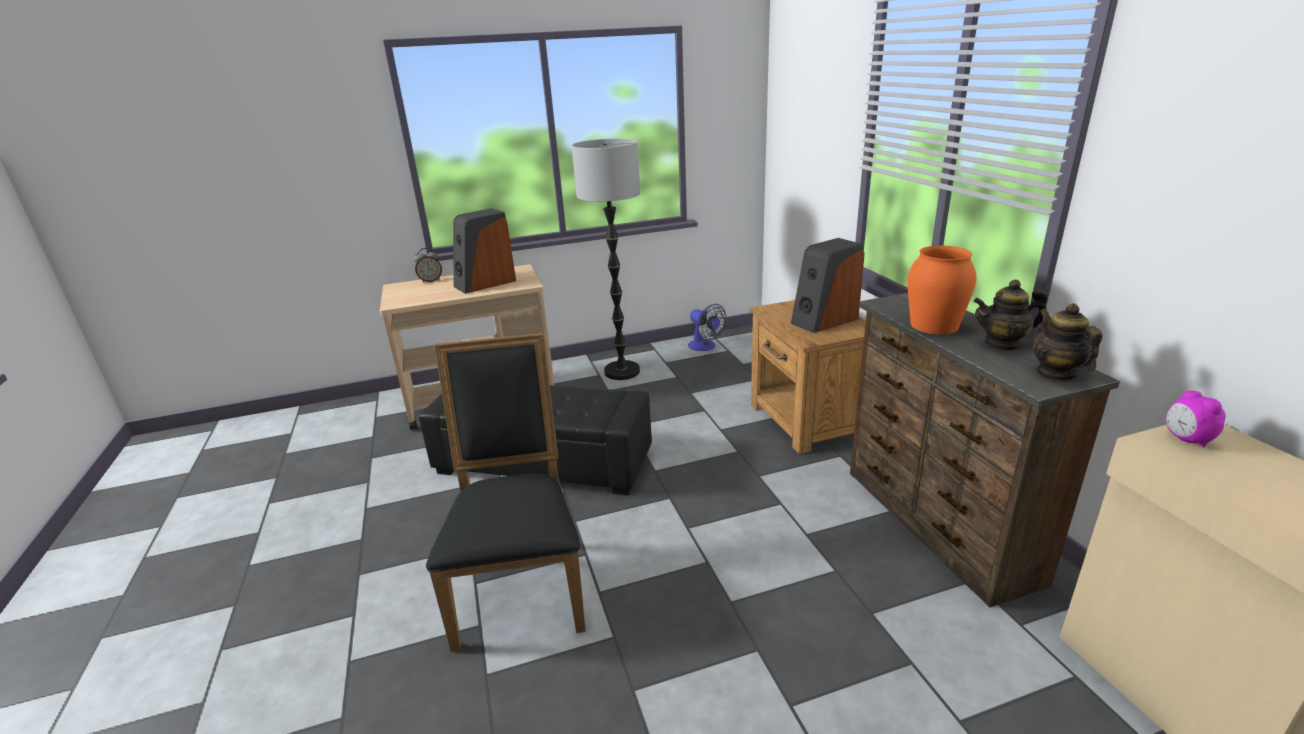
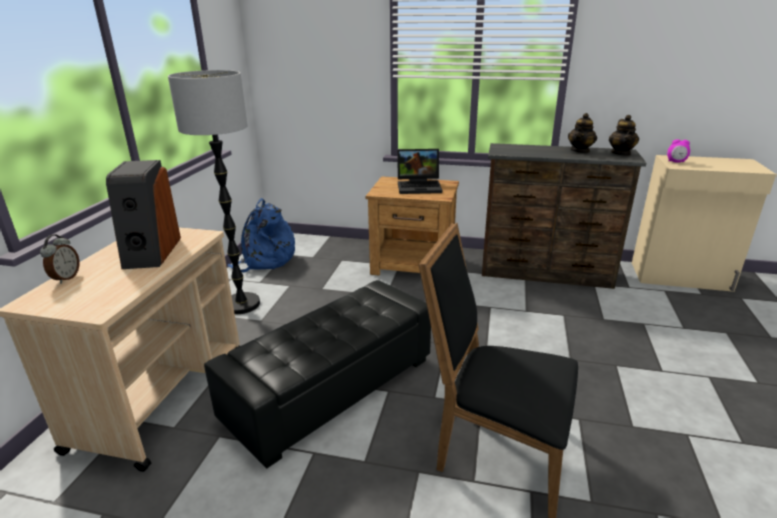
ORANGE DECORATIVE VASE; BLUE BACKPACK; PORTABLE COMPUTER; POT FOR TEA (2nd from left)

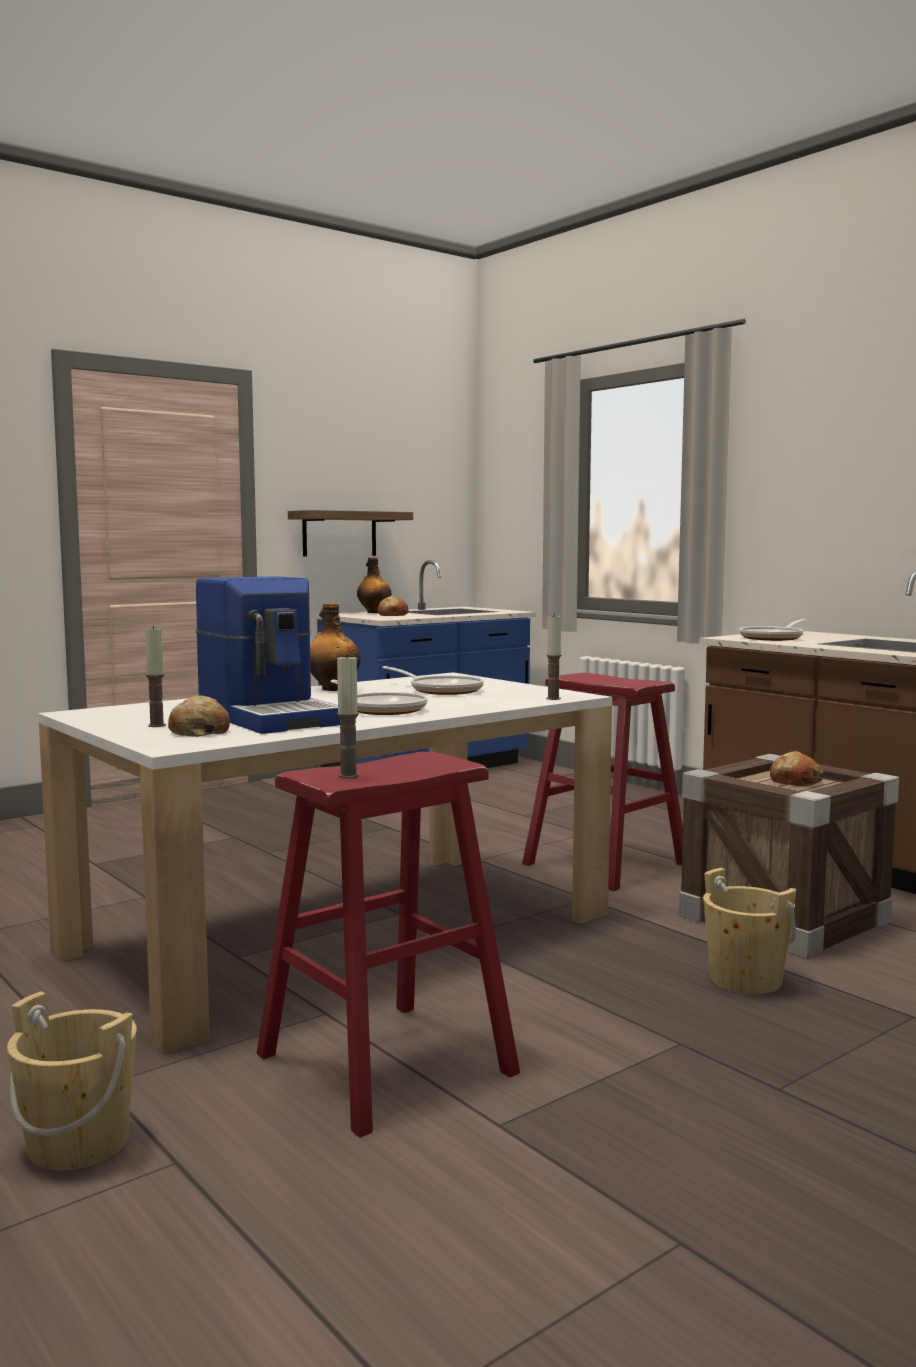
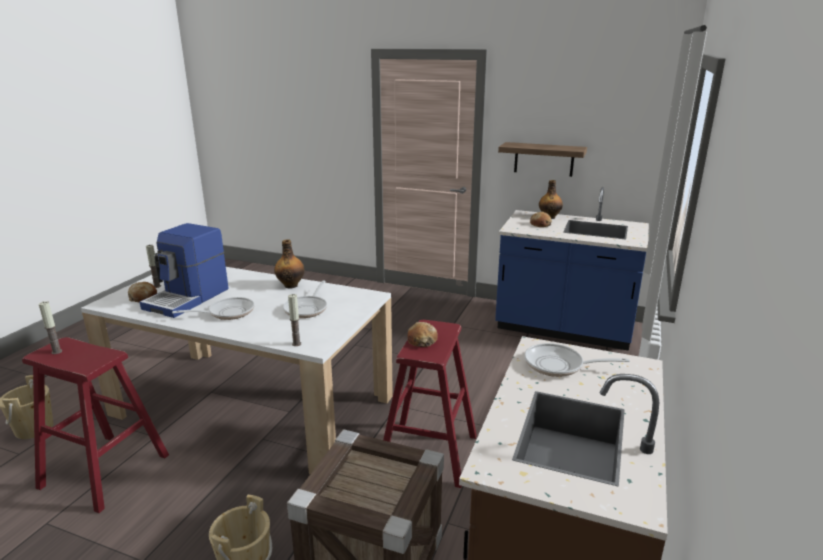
BAKED BREAD (2nd from left); PAN (1st from left)

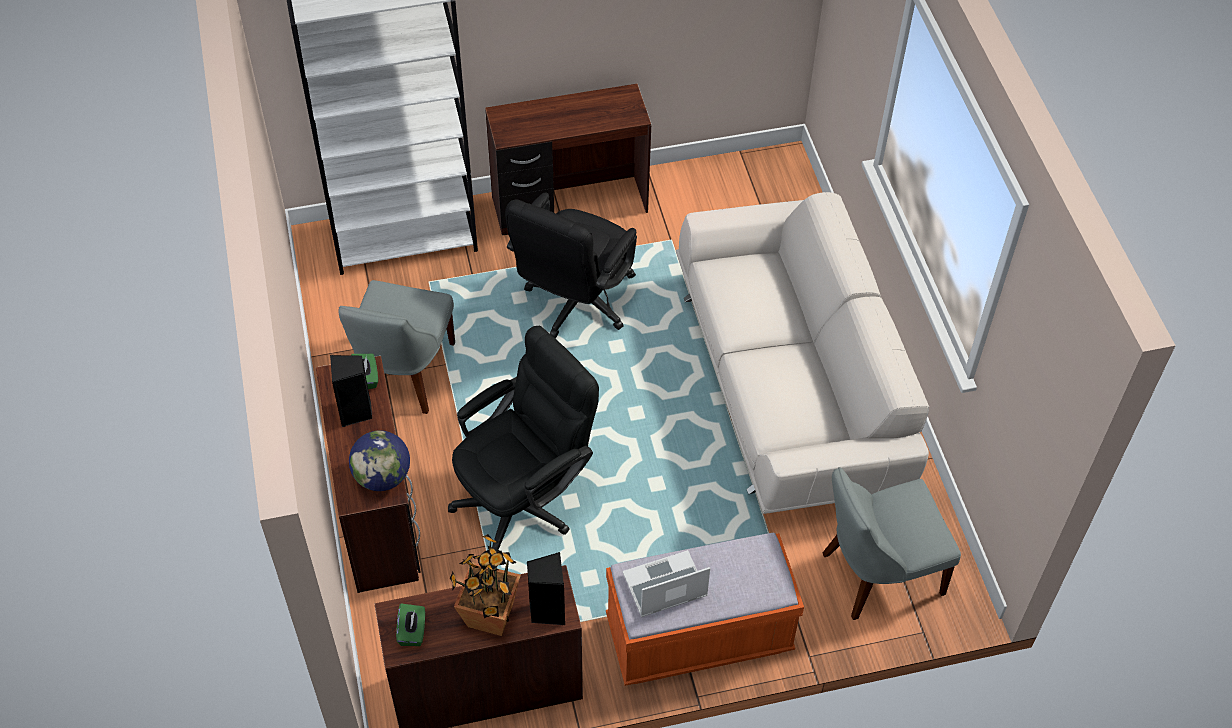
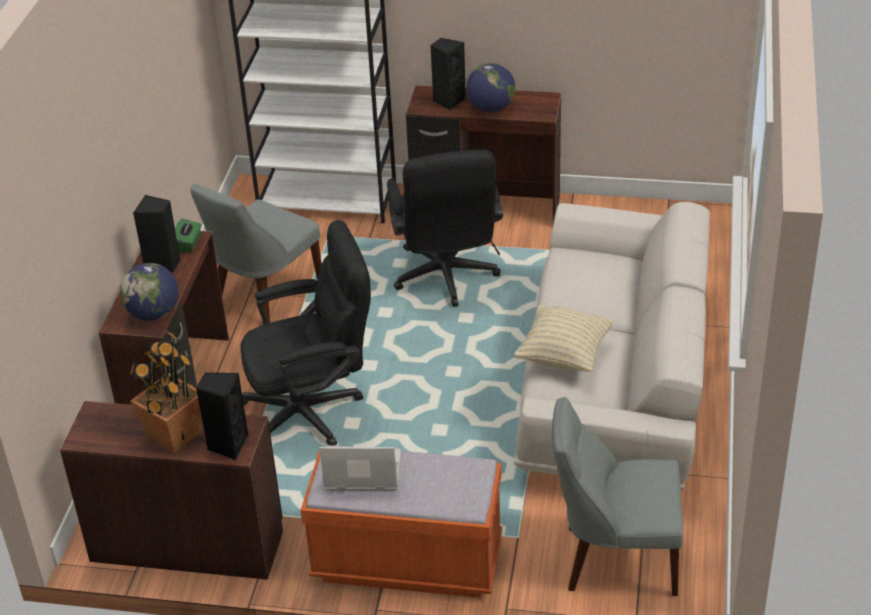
GREENISH TISSUE HOLDER (2nd from left in the first image); BLACK-COLOURED SPEAKER (3rd from left); WORLD GLOBE (2nd from left); BEIGE CUSHION; BLACK-COLOURED DESK CHAIR (2nd from left)

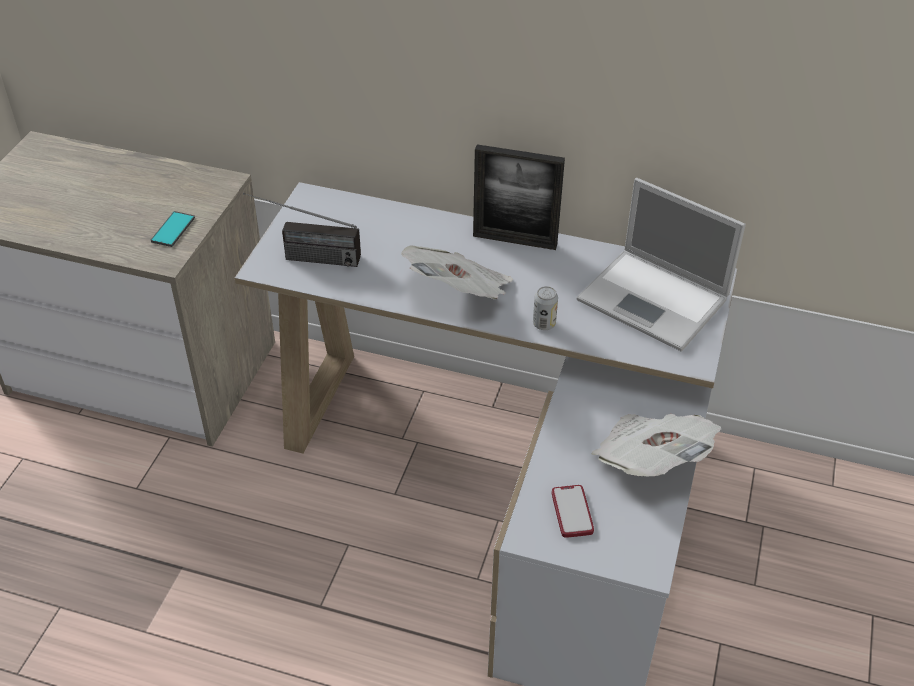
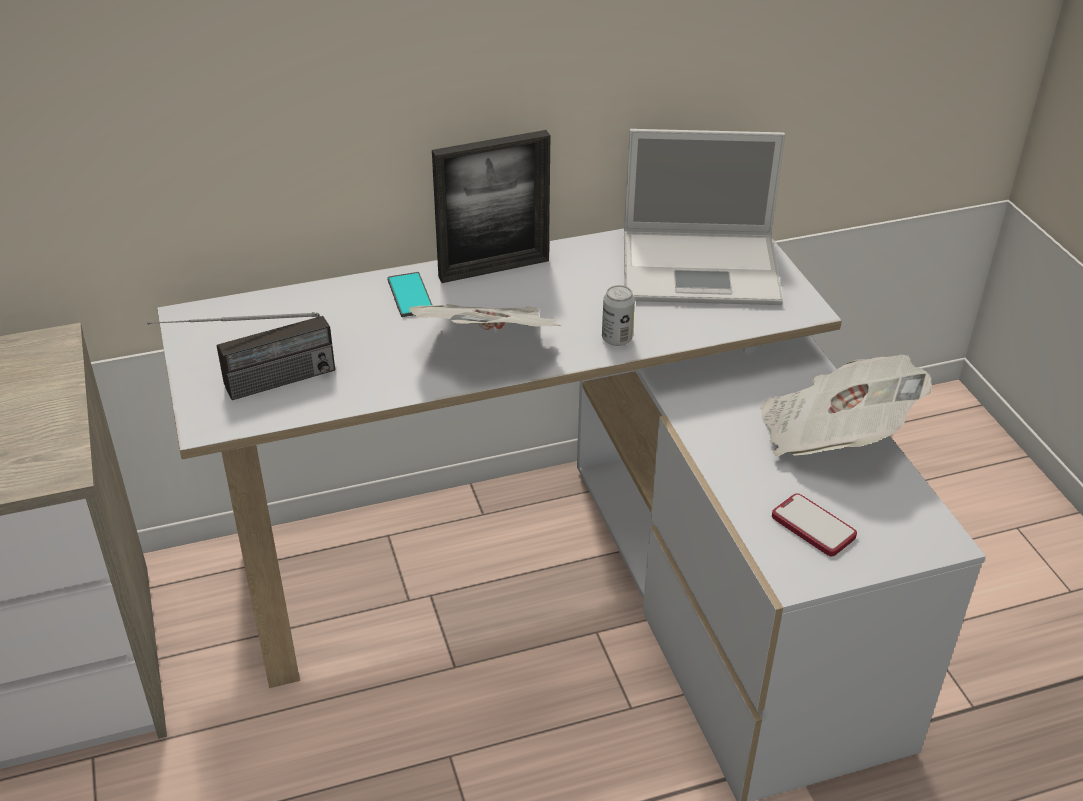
TELEPHONE (1st from left)

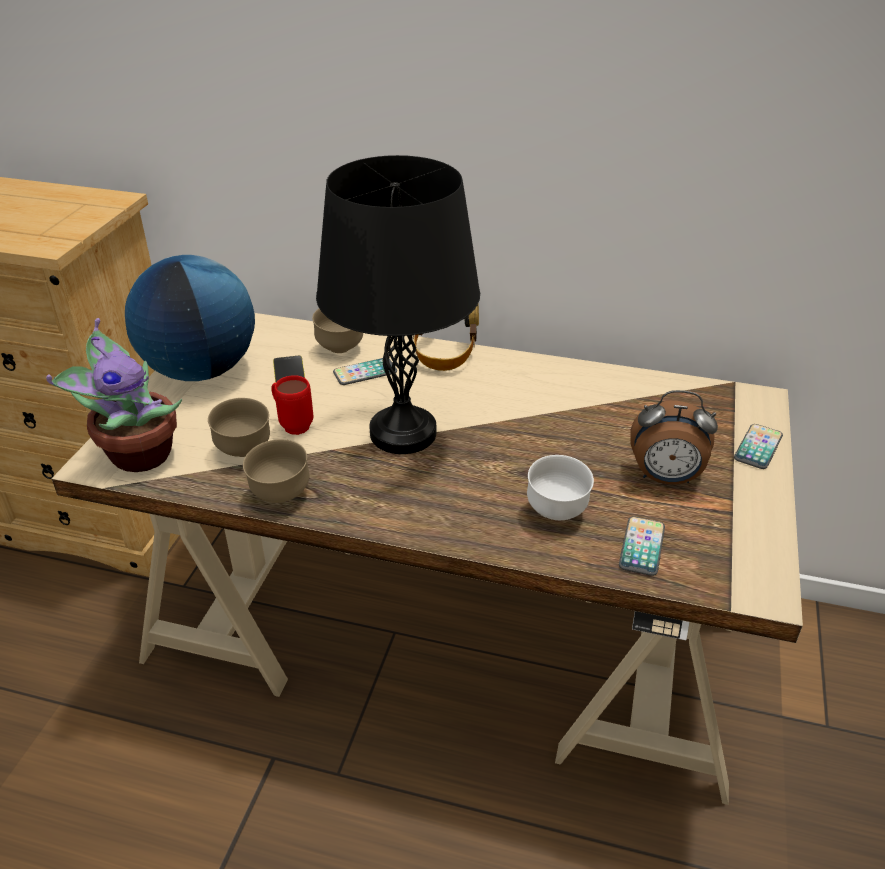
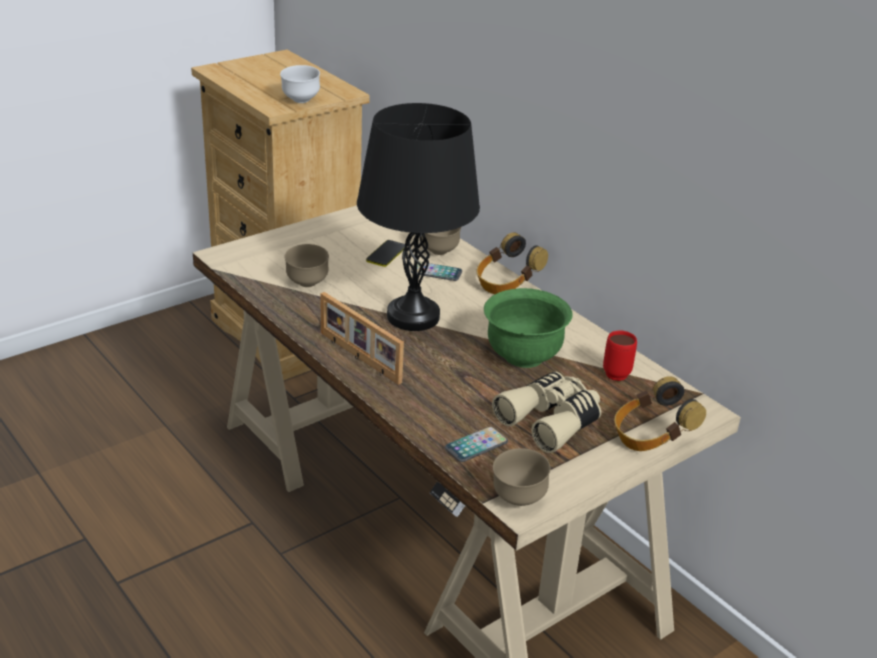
PLANT IN A POT; WORLD GLOBE; STANDING FRAME; GREENISH DEEP DISH; BROWN DEEP DISH (3rd from left); RED-COLOURED MUG; WHITE DEEP DISH; BEIGE PAIR OF BINOCULARS; HEADSET (2nd from left)

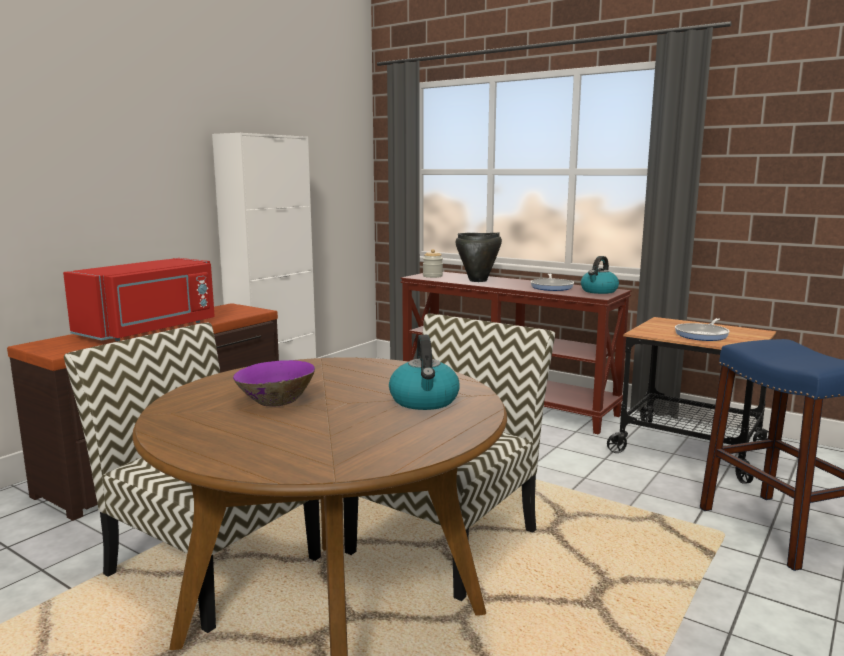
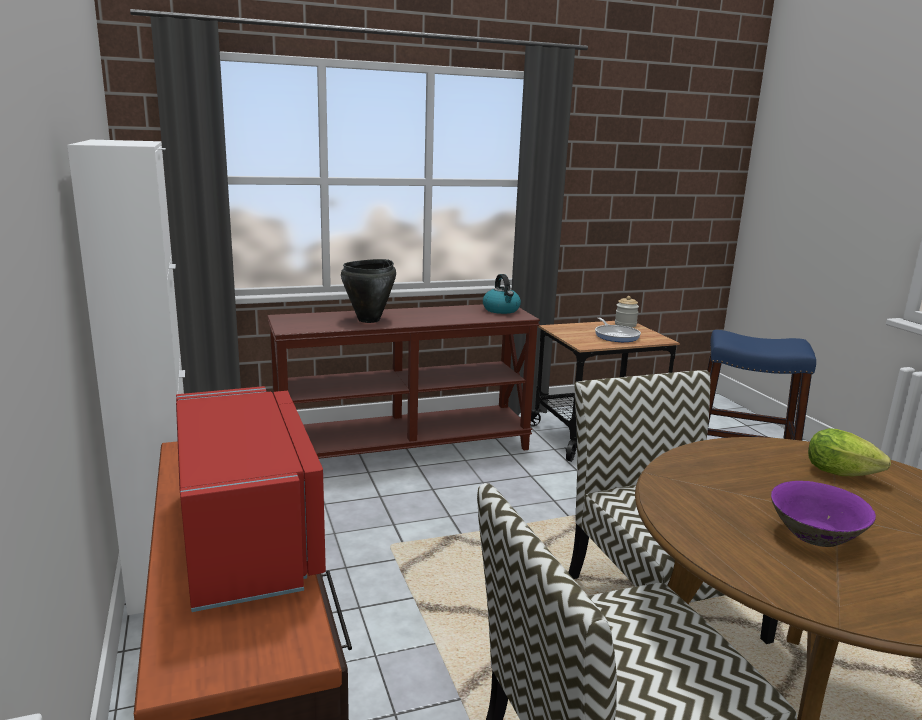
PAN (1st from left in the first image); JAR; LETTUCE HEAD

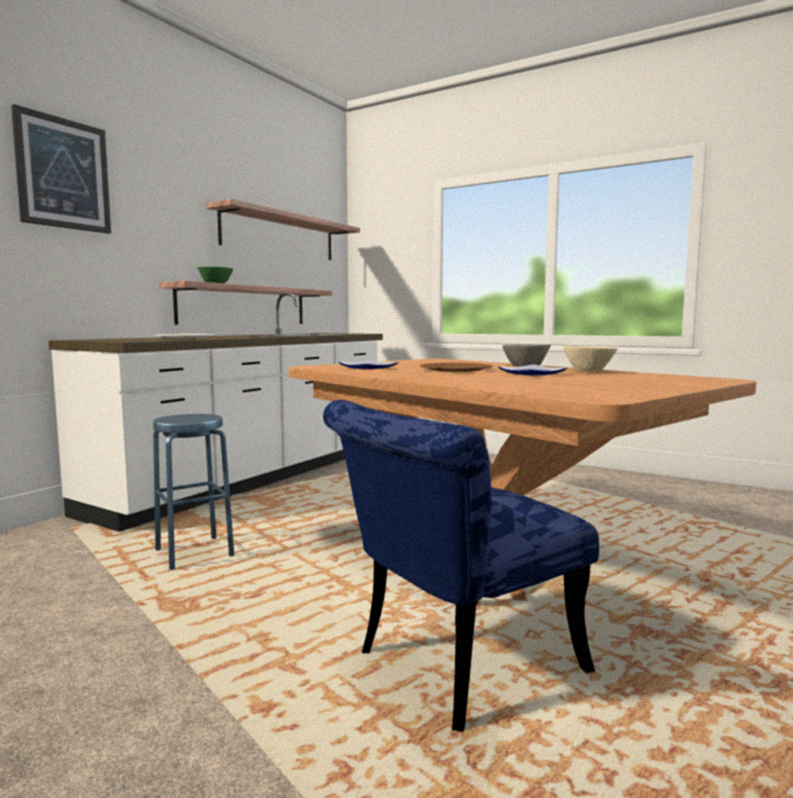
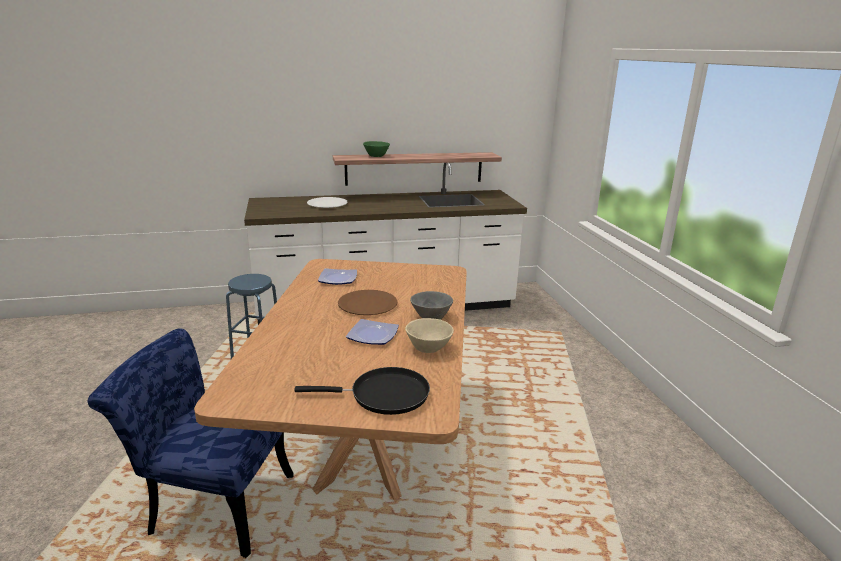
WALL ART; SHELF (2nd from left in the first image); BLACK-COLOURED PAN

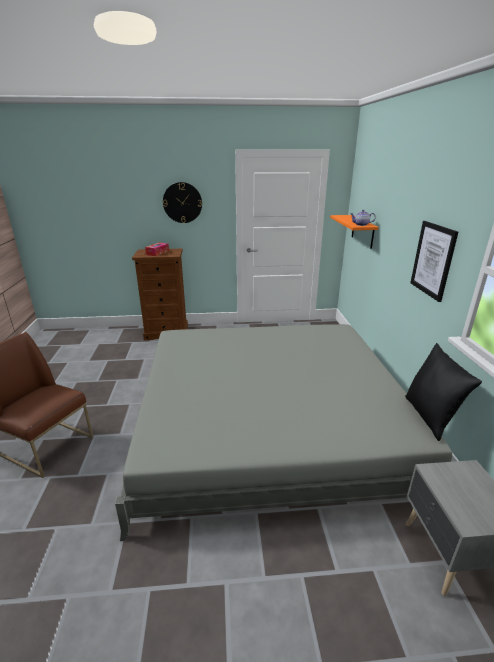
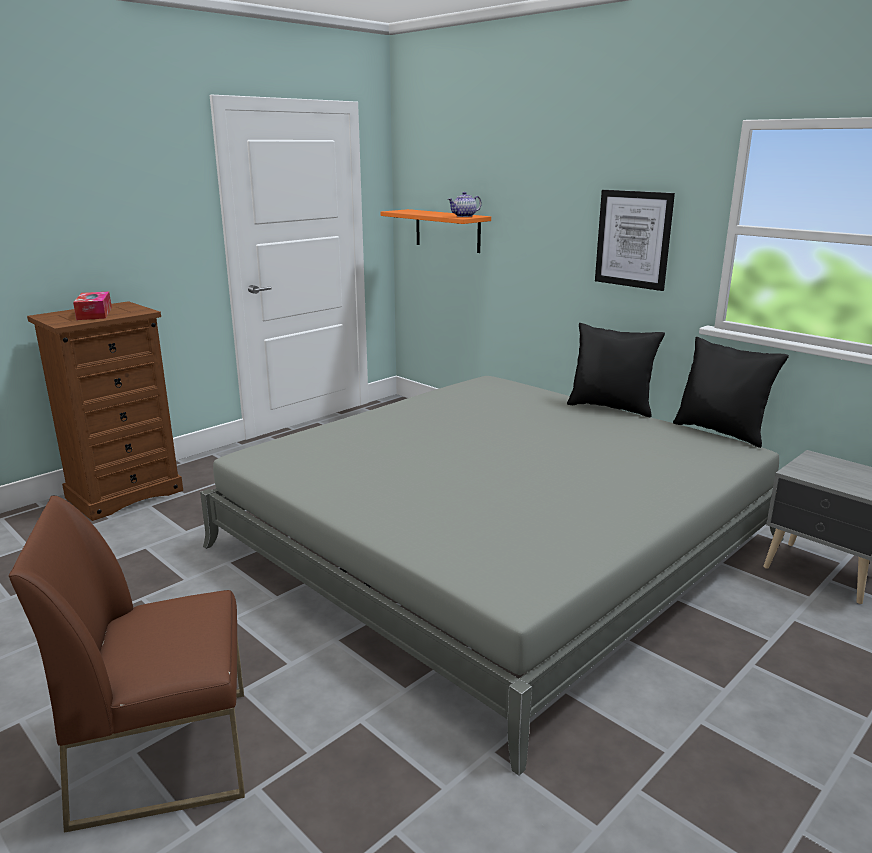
CLOCK ON THE WALL; BLACK-COLOURED CUSHION (1st from left)

